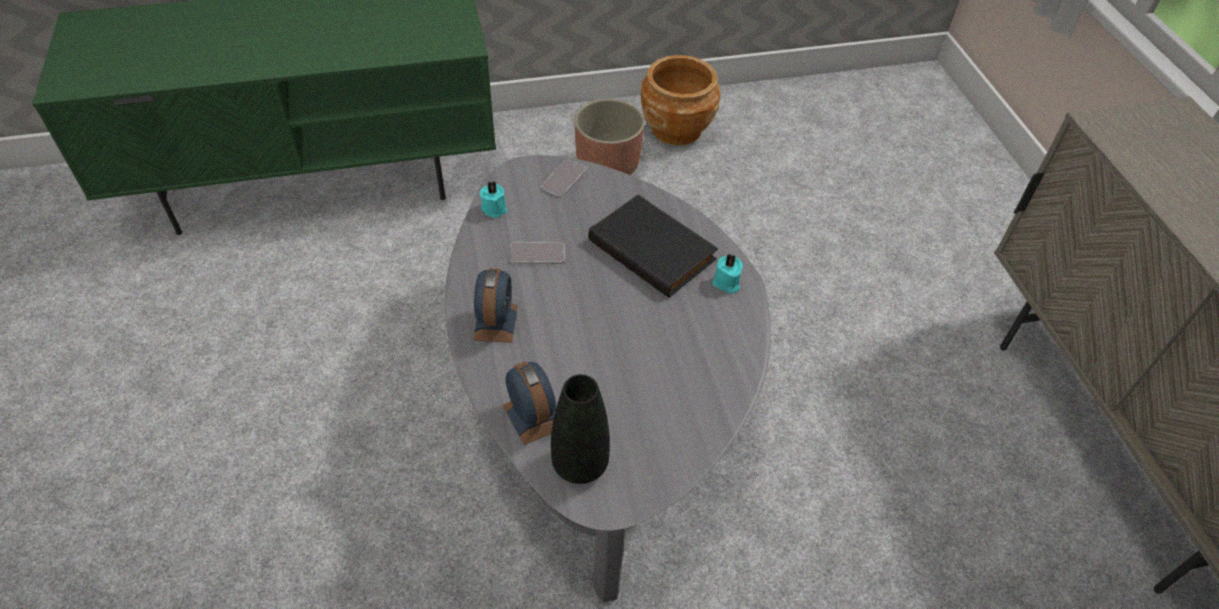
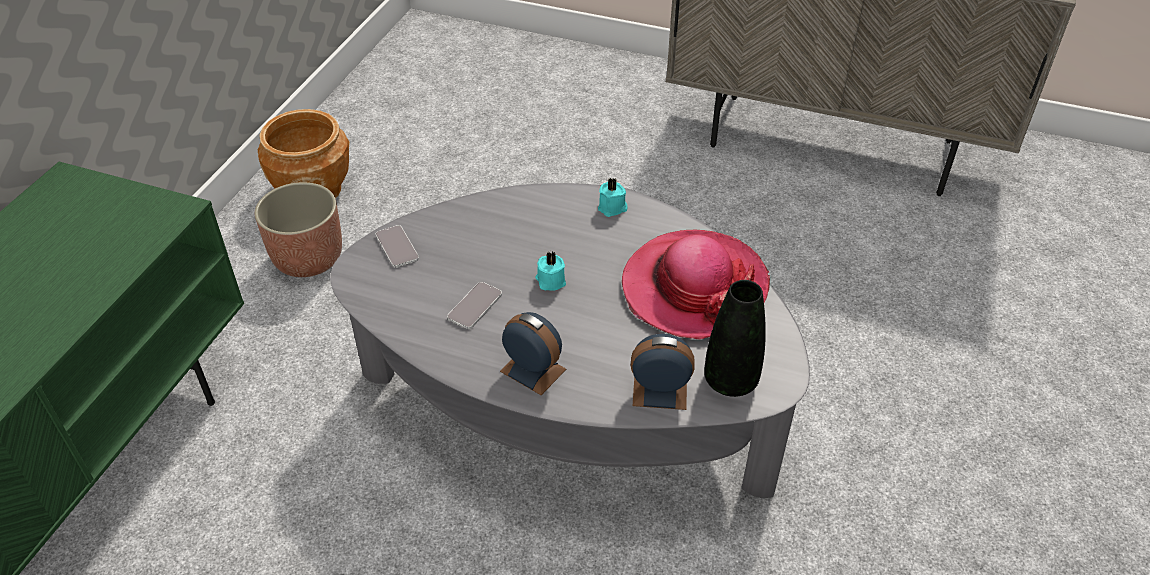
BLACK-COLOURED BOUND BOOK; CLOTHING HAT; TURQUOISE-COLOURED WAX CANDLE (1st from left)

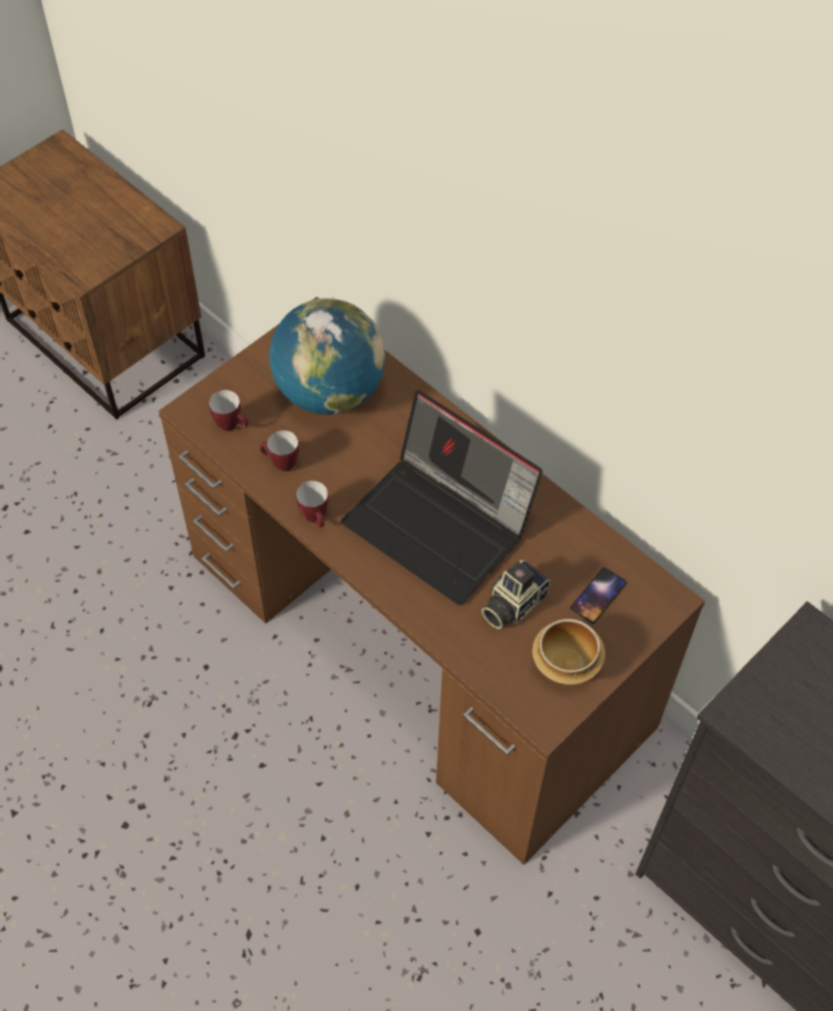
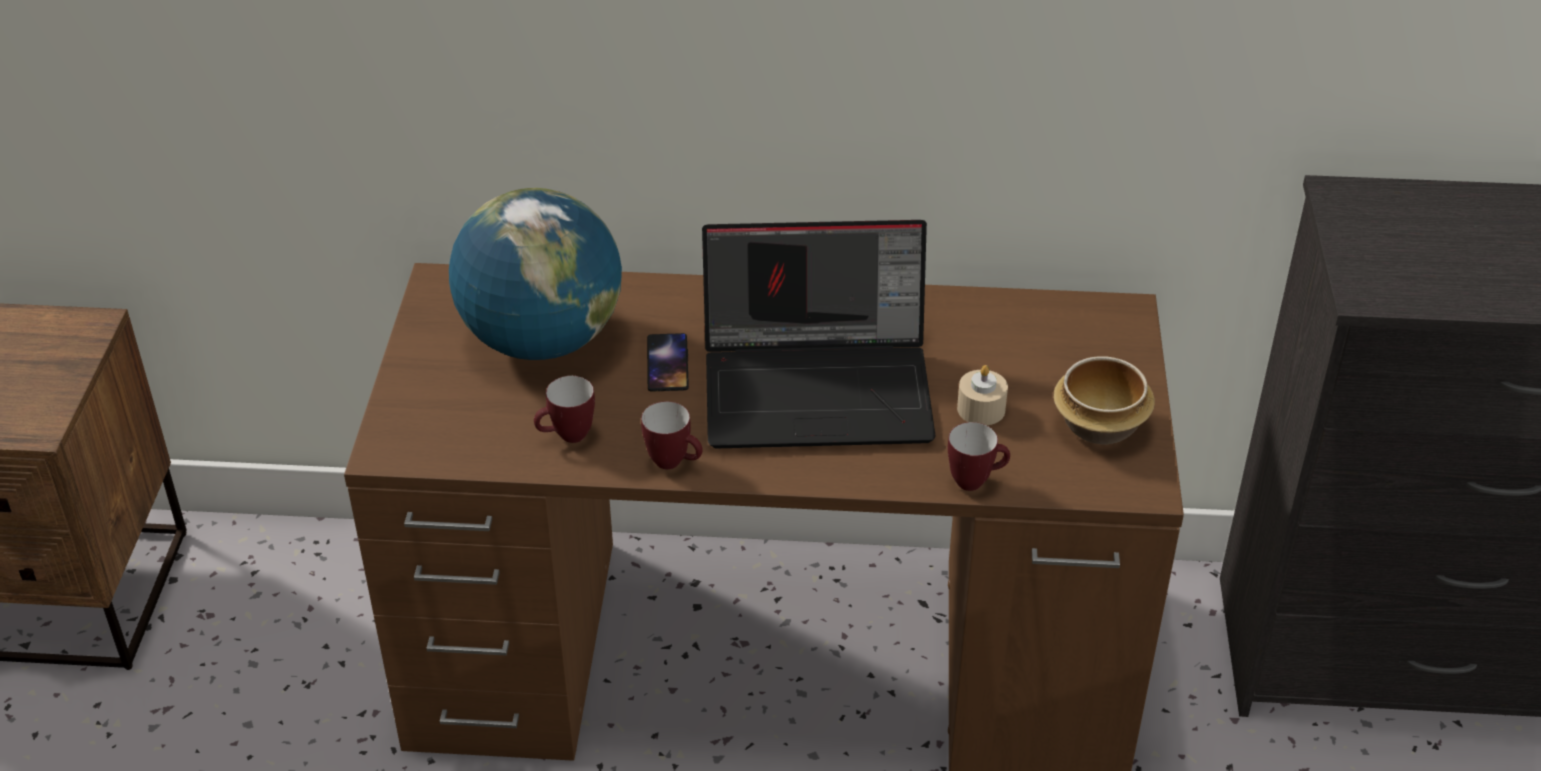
MUG (3rd from left); TELEPHONE; BEIGE WAX CANDLE

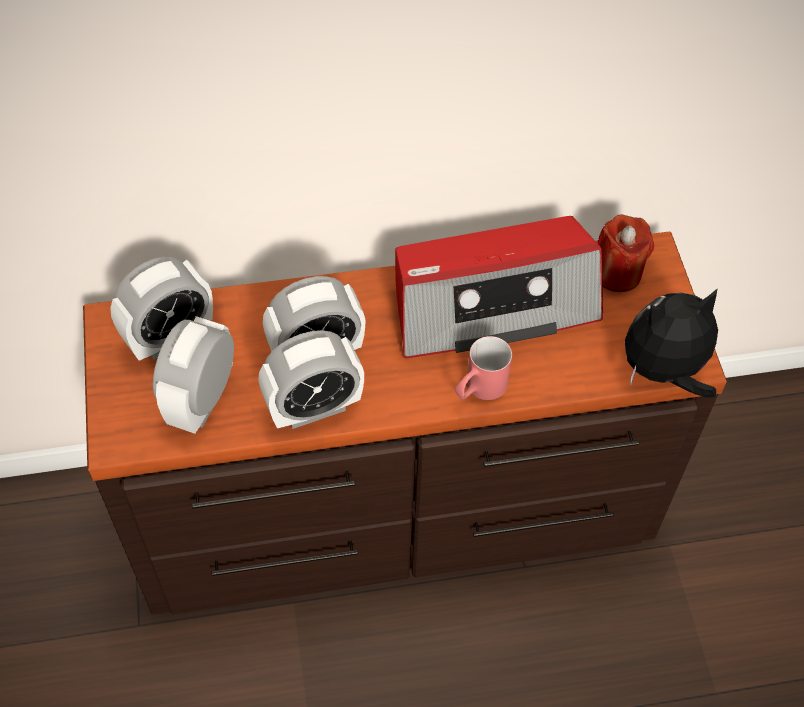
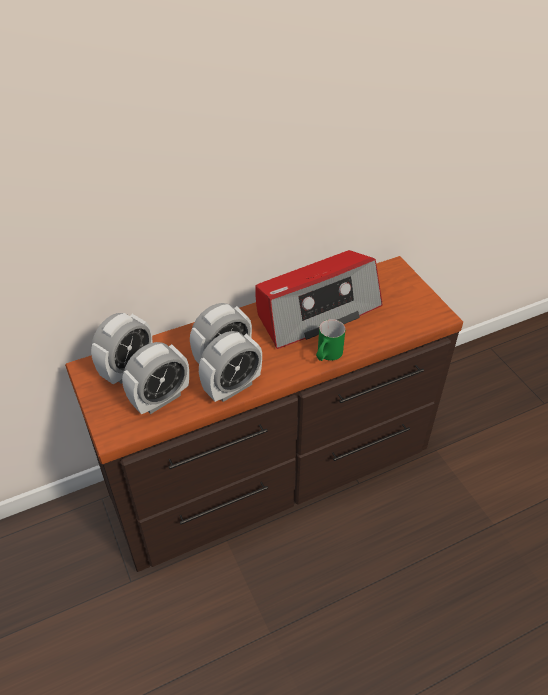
RED-COLOURED WAX CANDLE; SOFT TOY; GREENISH MUG; ALARM CLOCK (2nd from left)

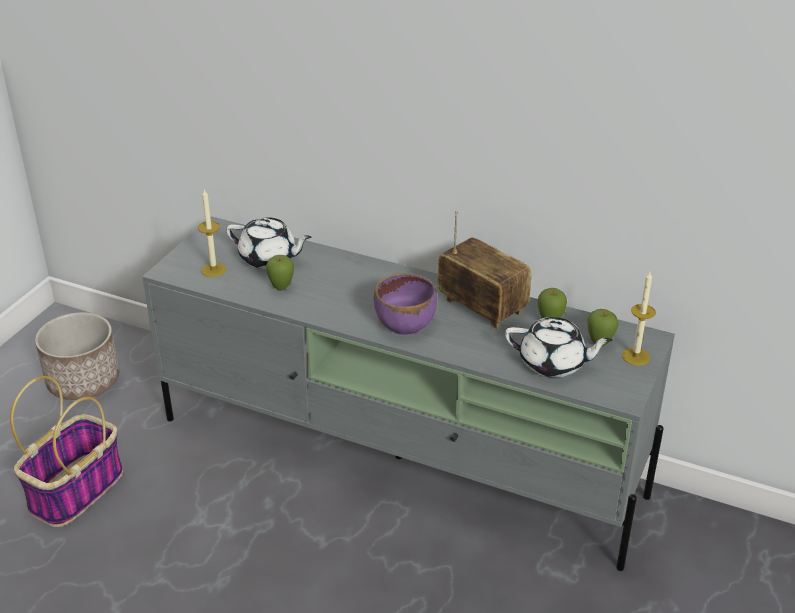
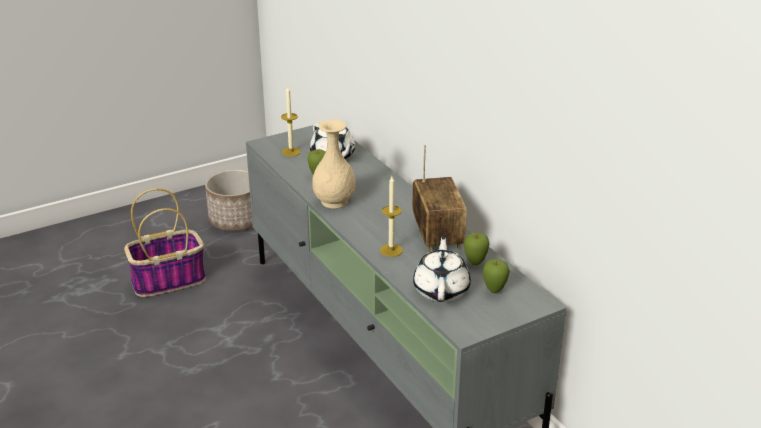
PURPLISH DEEP DISH; BEIGE DECORATIVE VASE; WAX CANDLE (2nd from left); WHITE POT FOR TEA (2nd from left)

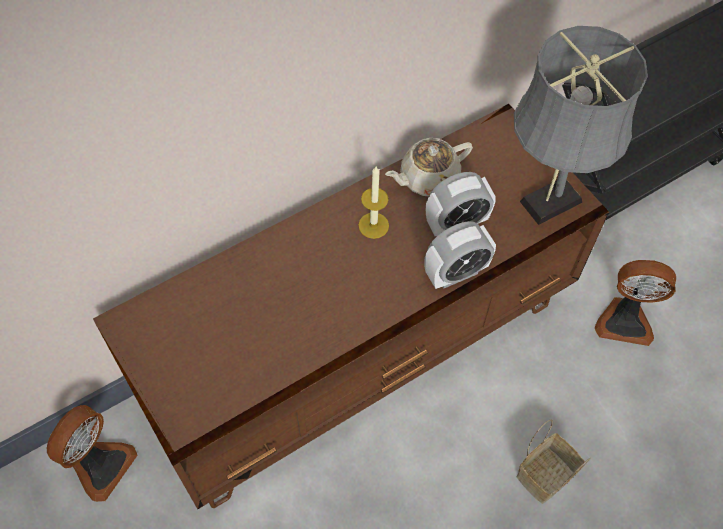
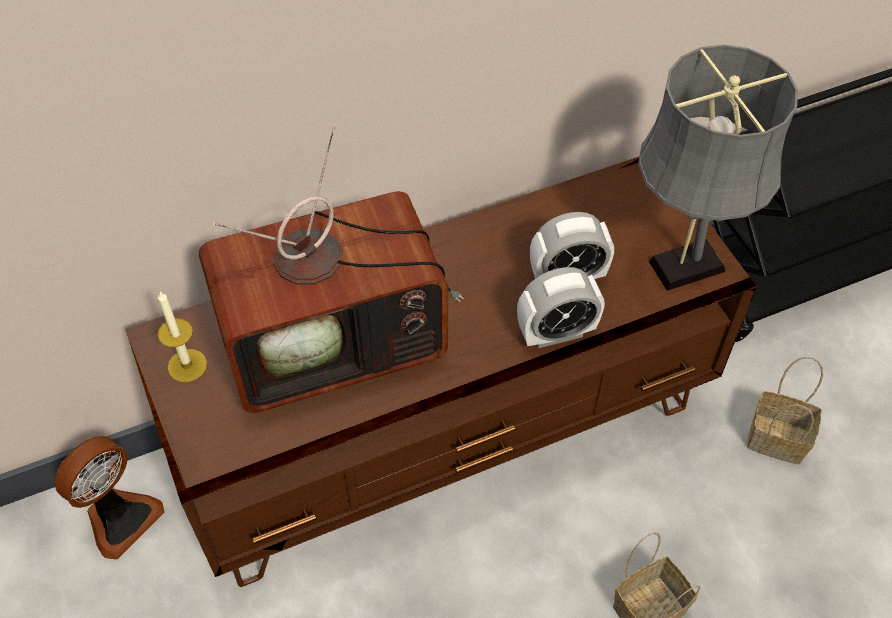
BEIGE POT FOR TEA; TV; WAX CANDLE; BASKET (2nd from left)

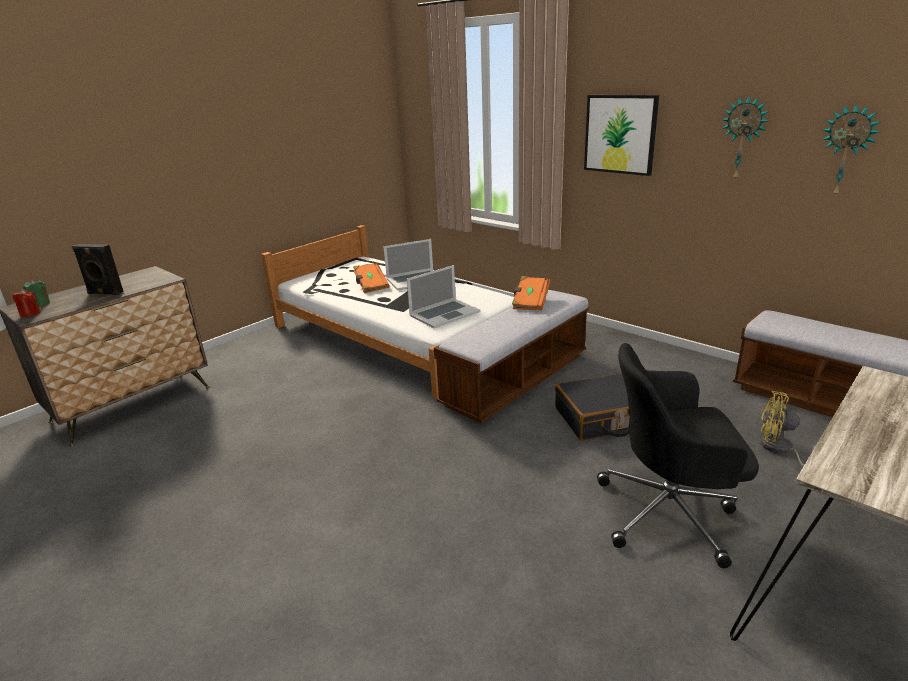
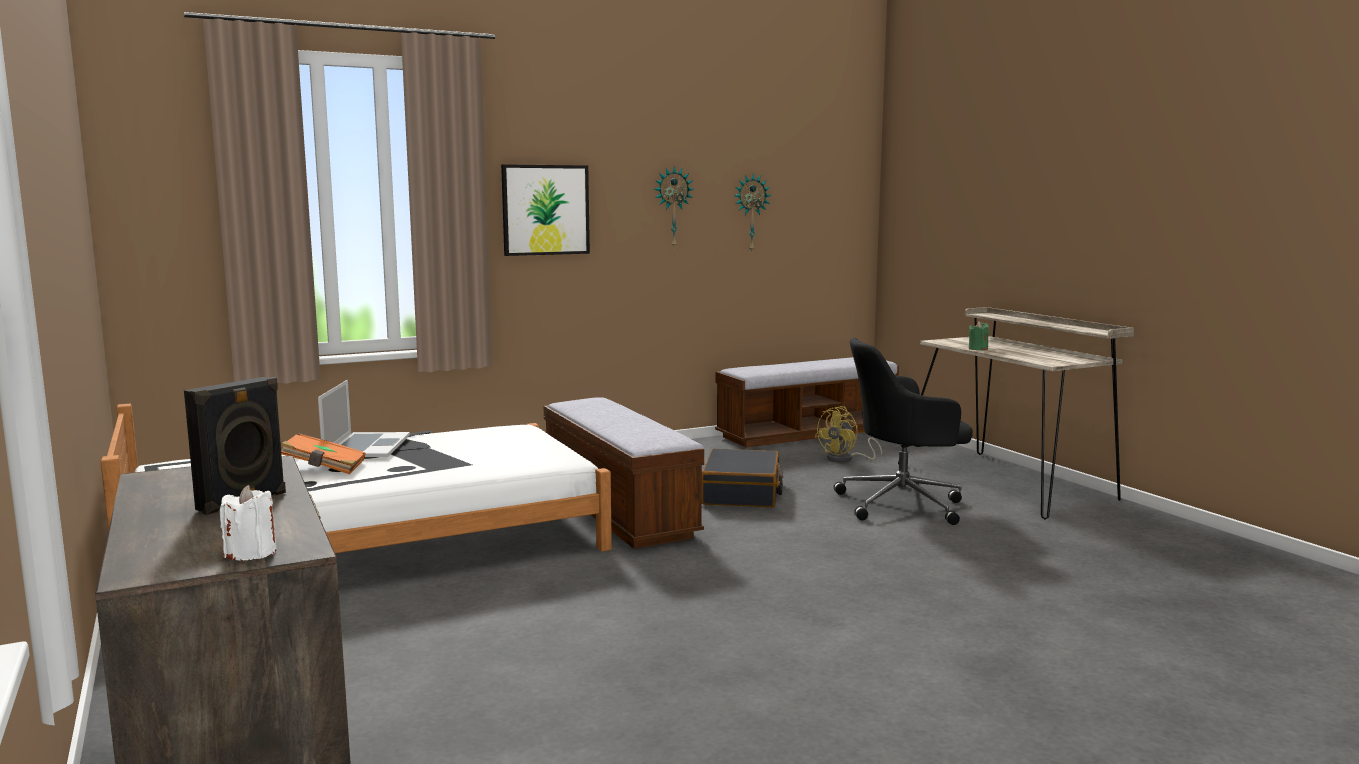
PORTABLE COMPUTER (2nd from left in the first image); ORANGE BOUND BOOK (2nd from left in the first image); GREENISH WAX CANDLE; WHITE WAX CANDLE; BLACK-COLOURED DESK CHAIR

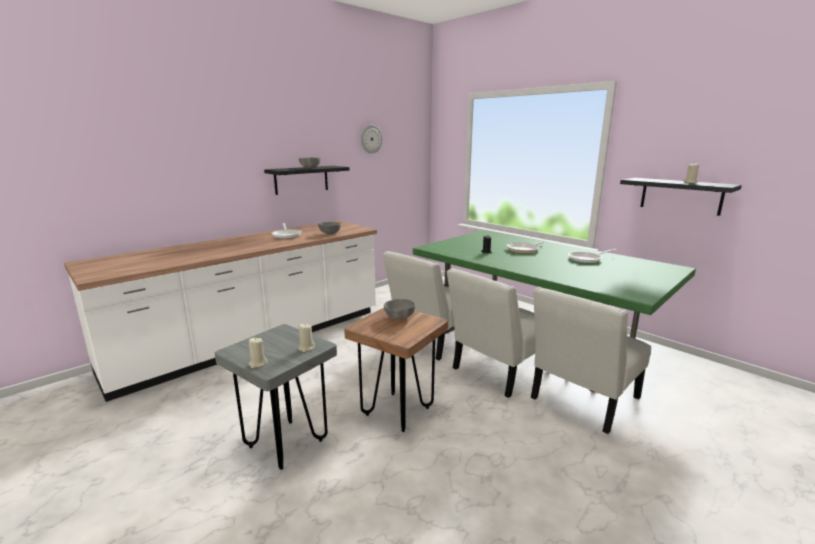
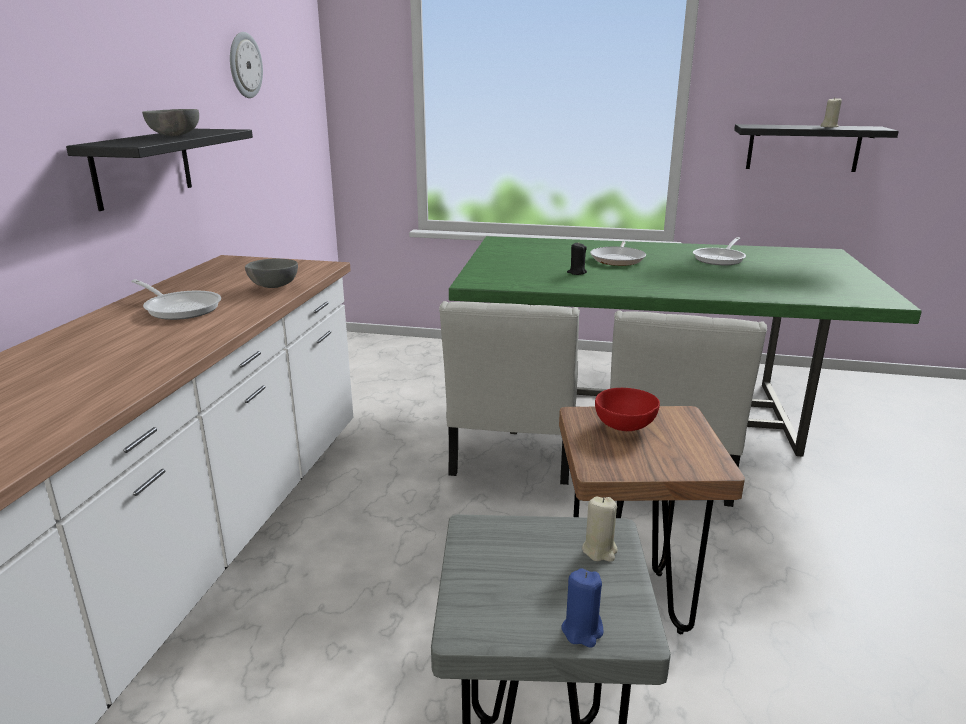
WHITE UPRIGHT CHAIR (3rd from left in the first image); BLUE WAX CANDLE; RED-COLOURED DEEP DISH

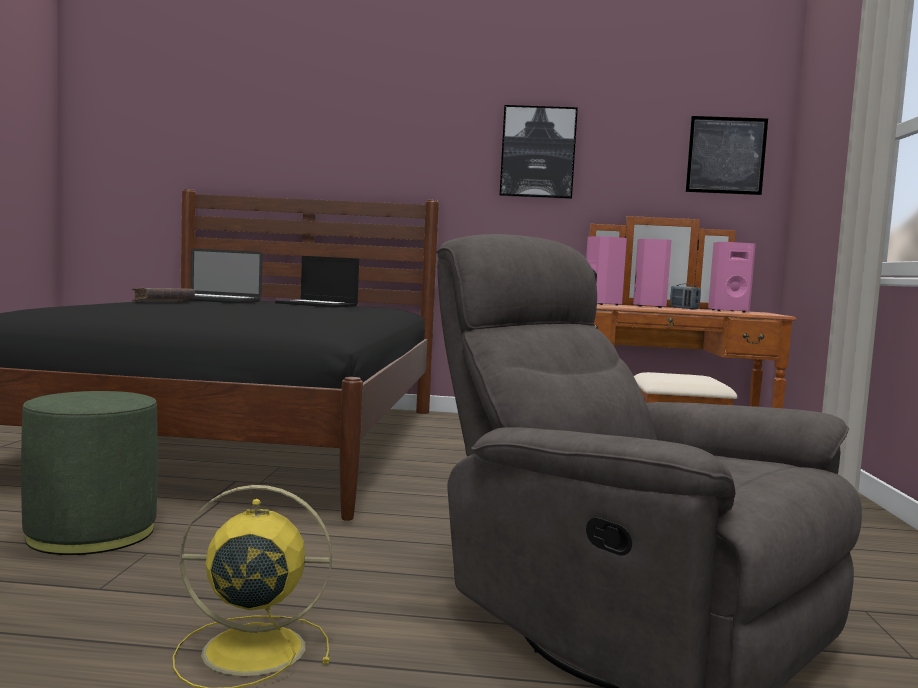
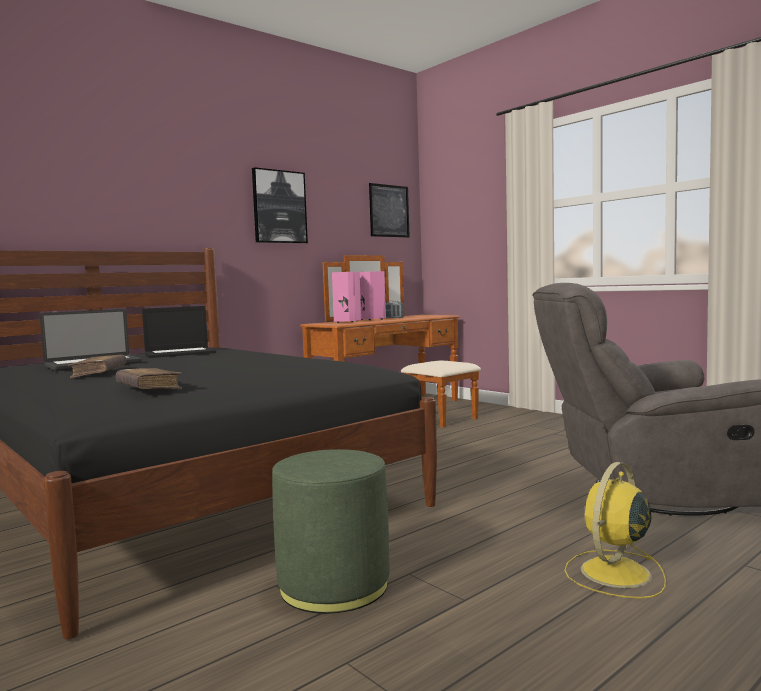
PINK-COLOURED SPEAKER (3rd from left in the first image); BROWN BOUND BOOK (2nd from left)

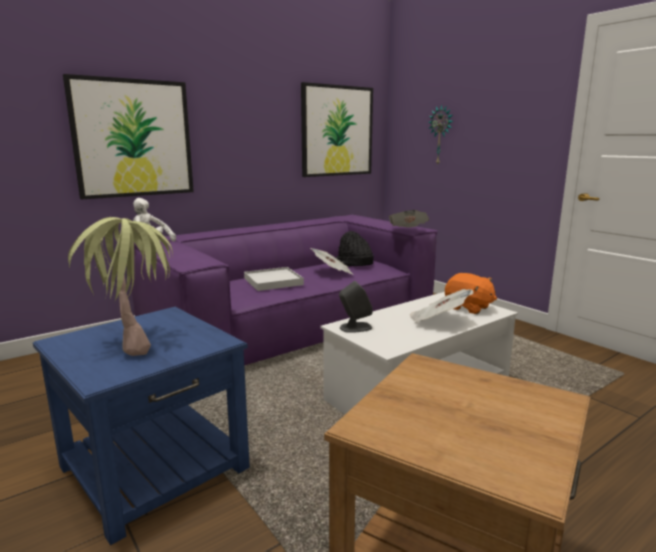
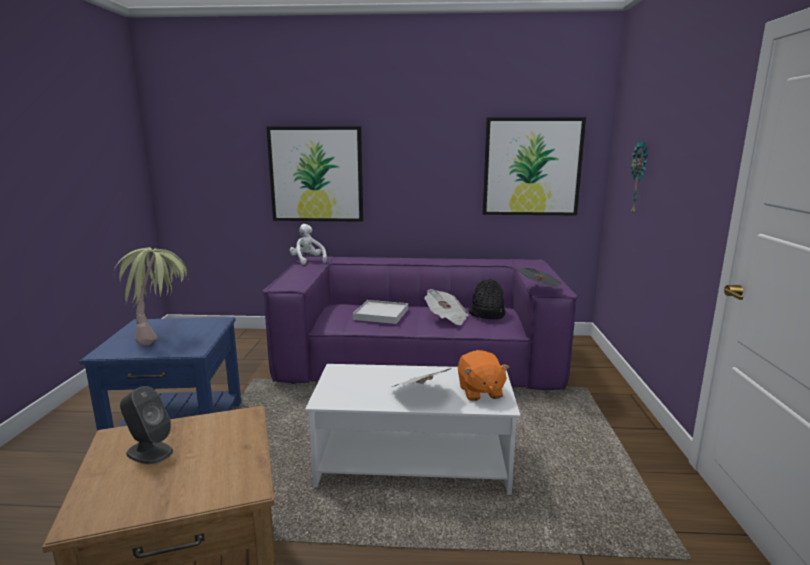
GRAY SPEAKER

